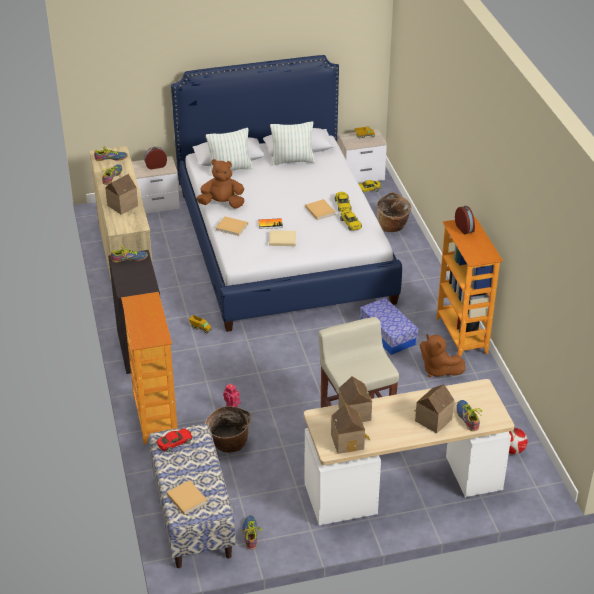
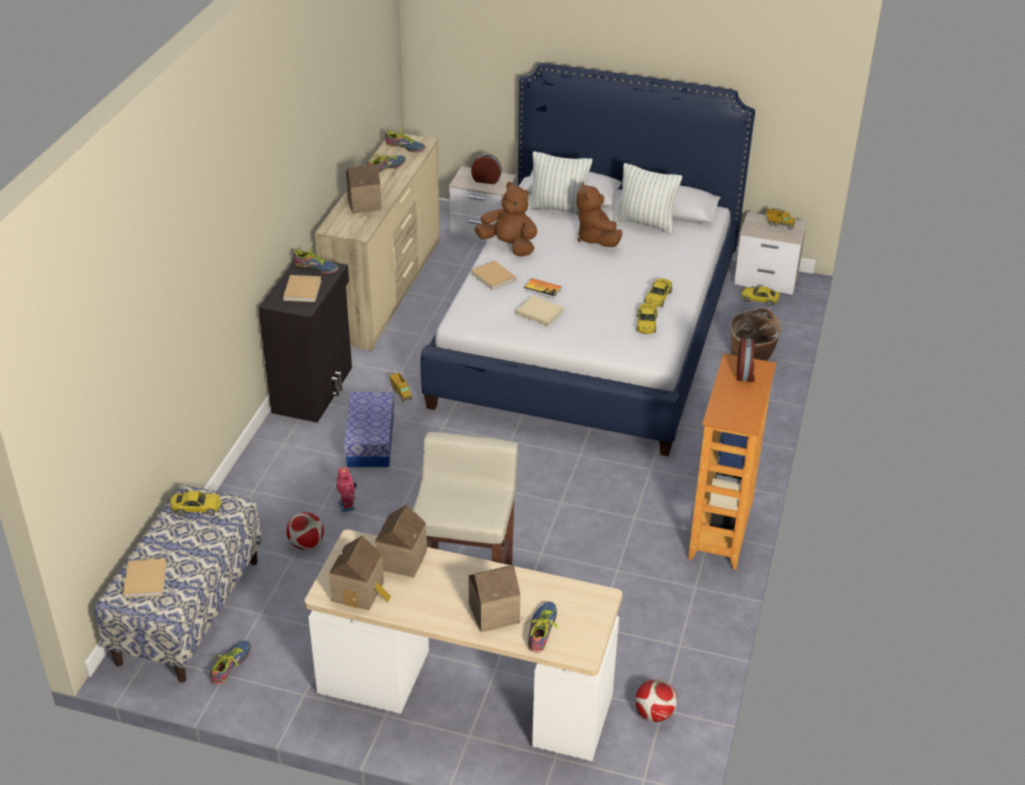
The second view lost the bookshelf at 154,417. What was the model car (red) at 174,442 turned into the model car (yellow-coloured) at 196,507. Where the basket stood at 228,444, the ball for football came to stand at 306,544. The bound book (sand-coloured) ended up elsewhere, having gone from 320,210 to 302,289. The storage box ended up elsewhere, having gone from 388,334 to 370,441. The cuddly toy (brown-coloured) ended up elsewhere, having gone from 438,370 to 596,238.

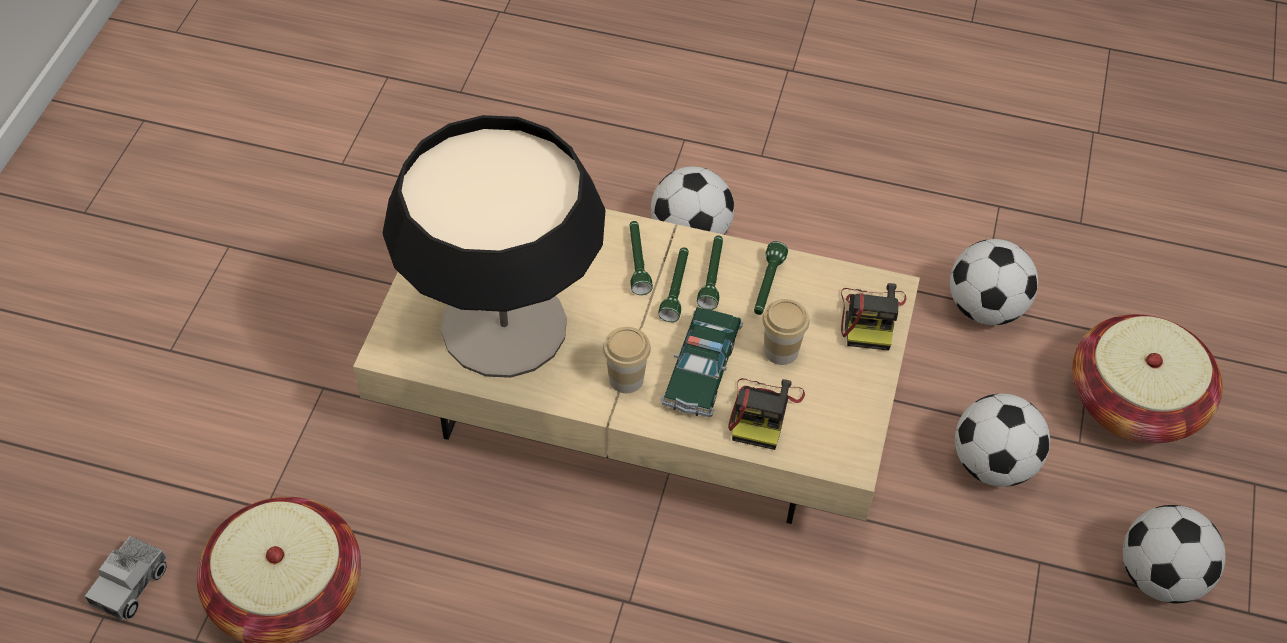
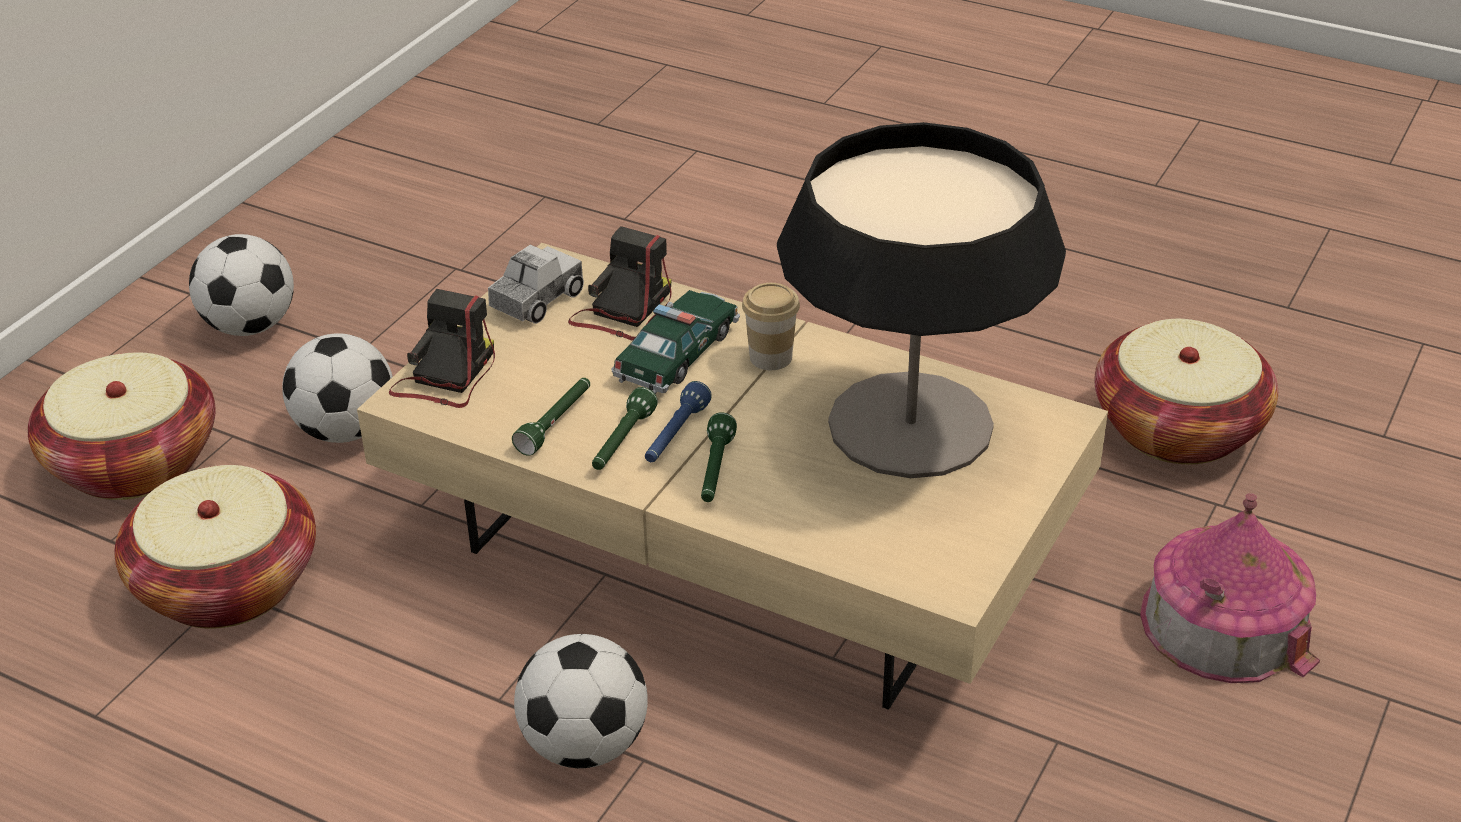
The toy truck ended up elsewhere, having gone from 130,584 to 537,300. What was the torch (greenish) at 676,289 turned into the torch (blue) at 675,435. The second view lost the cup at 781,351. Where the ball for football stood at 985,308, the basket came to stand at 227,584. The second view gained the model house at 1225,622.

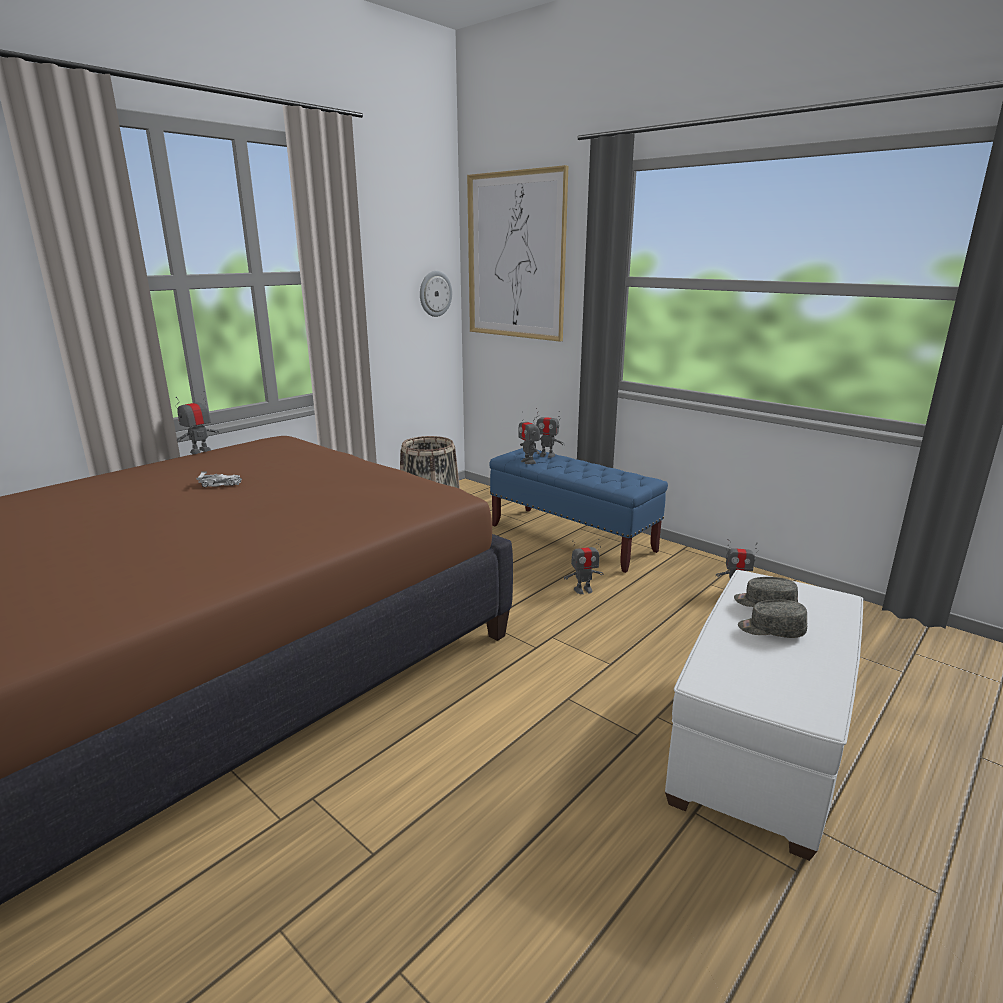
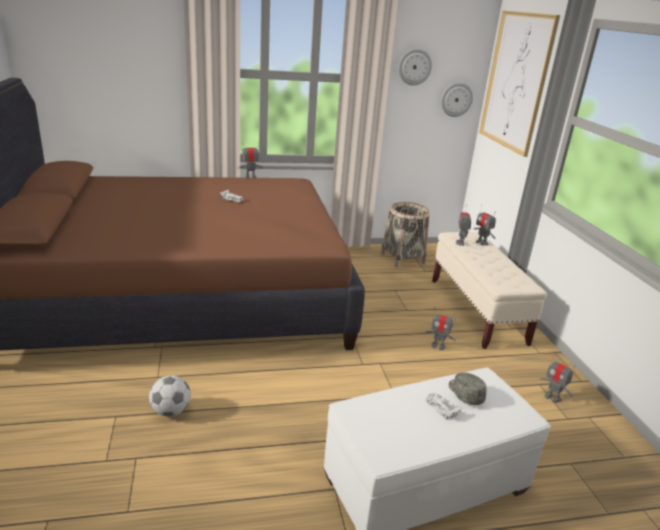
What was the long seat (blue) at 572,538 turned into the long seat (sand-coloured) at 476,311. Where the peaked cap (gray) stood at 771,630, the model car (white) came to stand at 441,408. The second view gained the ball for football at 171,411. The second view gained the clock on the wall at 414,67.

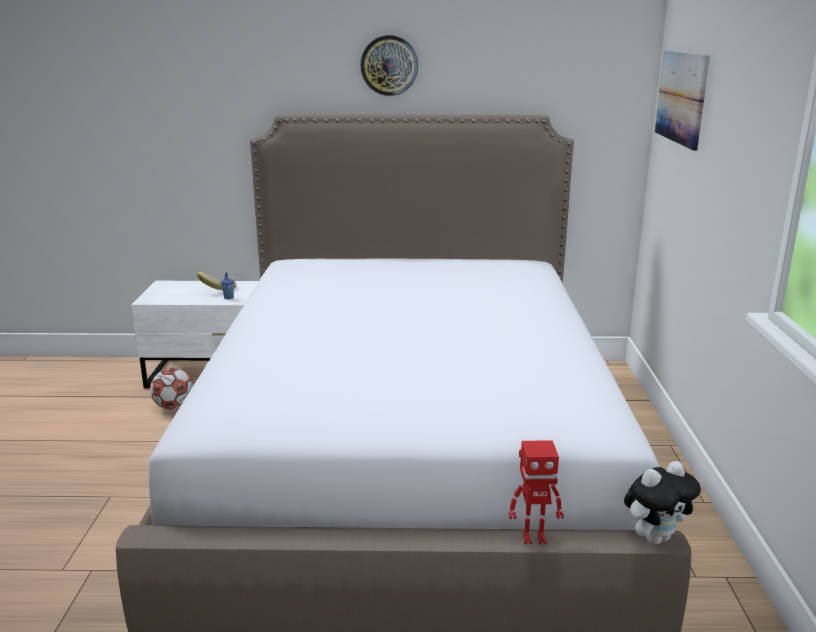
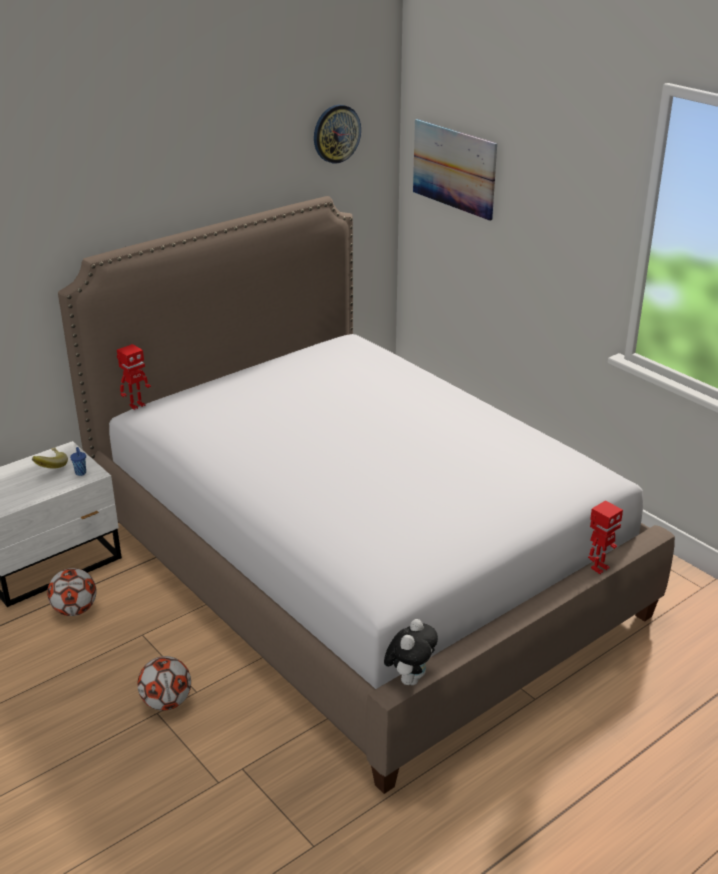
The clock on the wall ended up elsewhere, having gone from 389,65 to 336,133. The cuddly toy ended up elsewhere, having gone from 655,537 to 410,678. The second view gained the toy robot at 136,405. The second view gained the ball for football at 166,702.

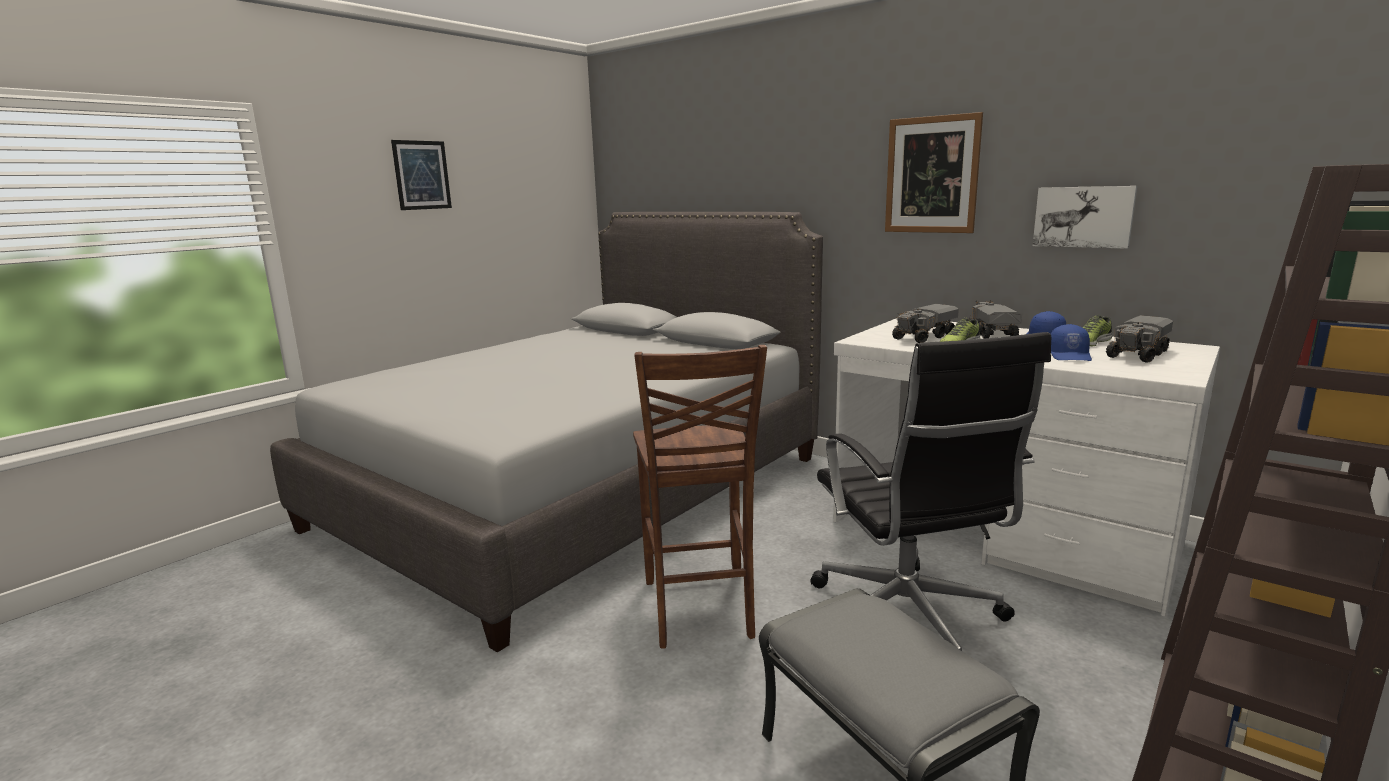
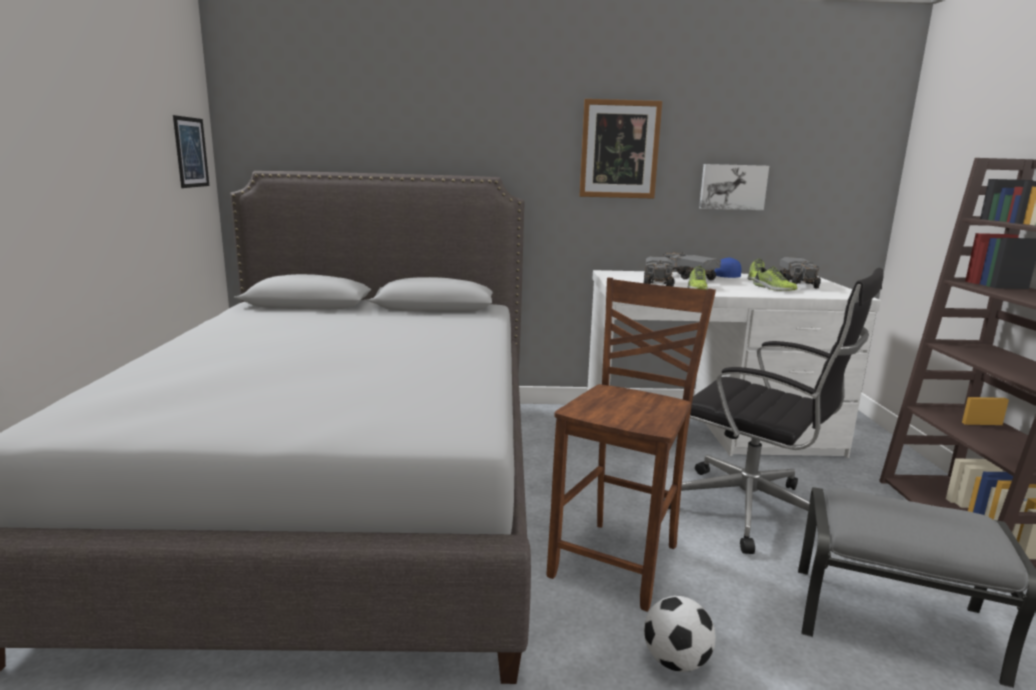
The picture ended up elsewhere, having gone from 422,175 to 191,152. The chair (brown-coloured) at 699,610 ended up facing another way, 105 degrees counterclockwise from before. Where the peaked cap (blue) stood at 1070,356, the low shoe came to stand at 773,288. The second view gained the ball for football at 676,661.

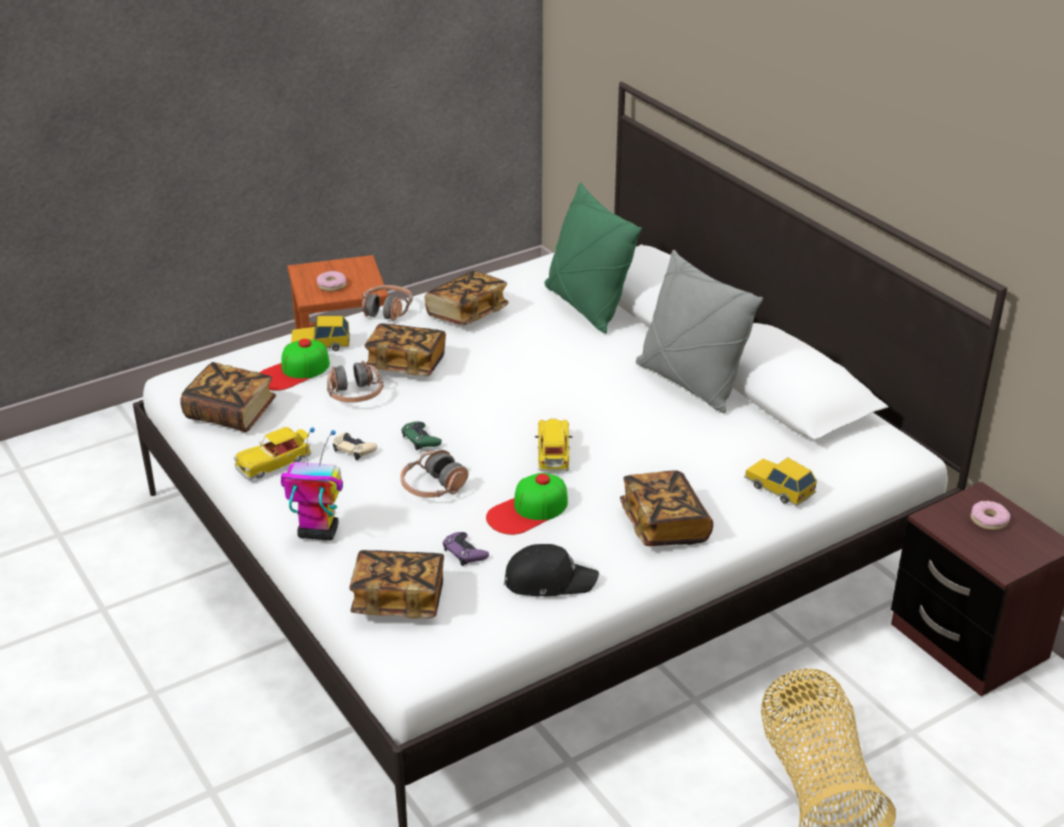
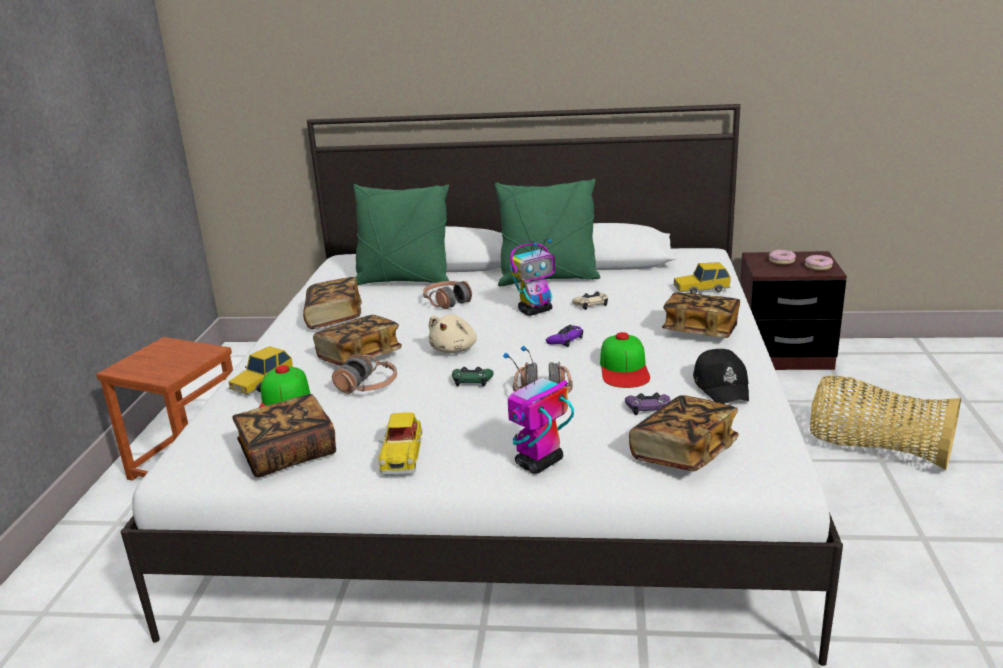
The doughnut ended up elsewhere, having gone from 332,285 to 818,267. The gamepad (sand-coloured) ended up elsewhere, having gone from 354,449 to 591,304. The pair of headphones ended up elsewhere, having gone from 386,310 to 448,301. The peaked cap (blackish) at 548,580 ended up facing another way, 135 degrees clockwise from before. Where the model car stood at 553,453, the gamepad (purple) came to stand at 565,340. What was the cushion (gray) at 689,383 turned into the cushion (greenish) at 548,279. The second view gained the cuddly toy (sand-coloured) at 454,349. The second view gained the toy robot at 535,311.

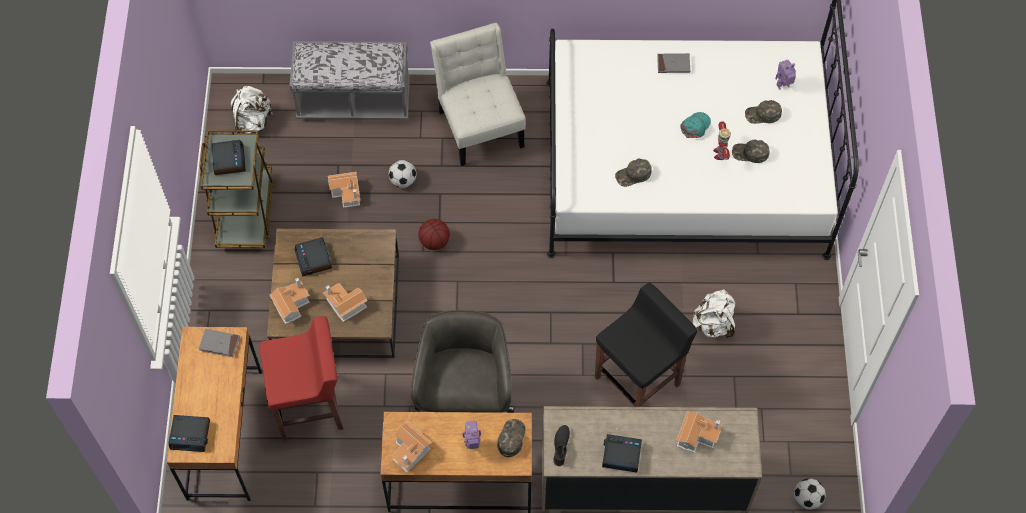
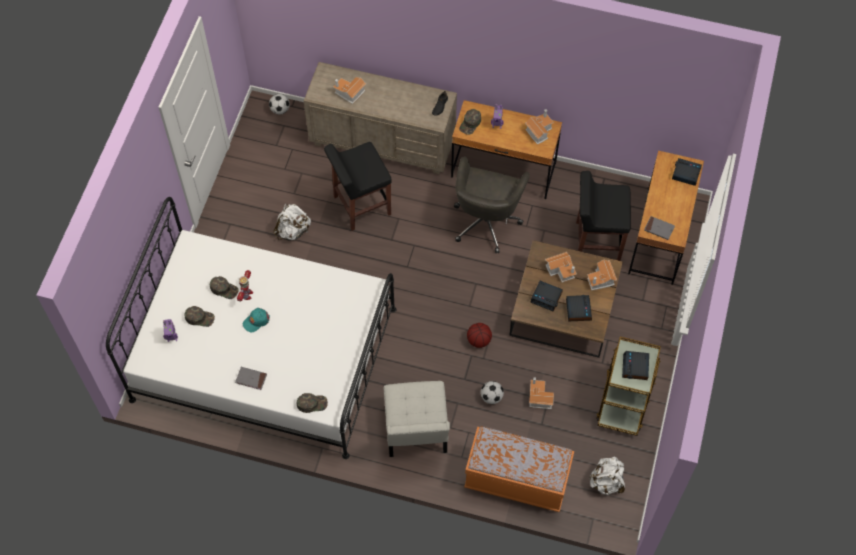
What was the stool (red) at 310,406 turned into the stool (blackish) at 596,241. What was the long seat (gray) at 354,101 turned into the long seat (orange-coloured) at 516,481. The bedside clock ended up elsewhere, having gone from 621,455 to 546,297. The peaked cap (greenish) ended up elsewhere, having gone from 633,175 to 312,403.

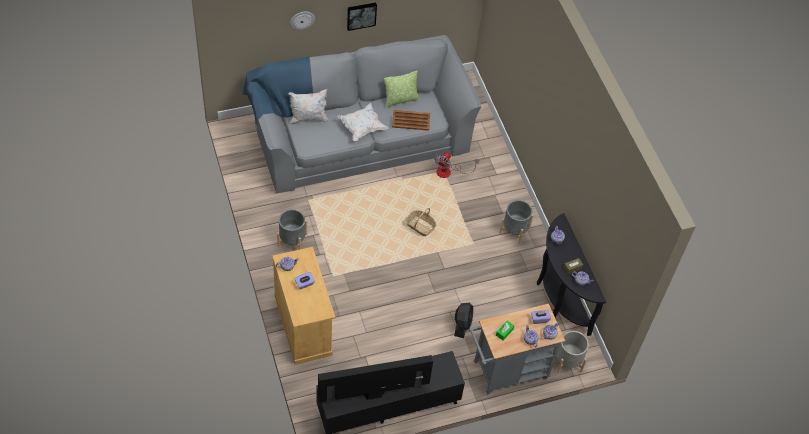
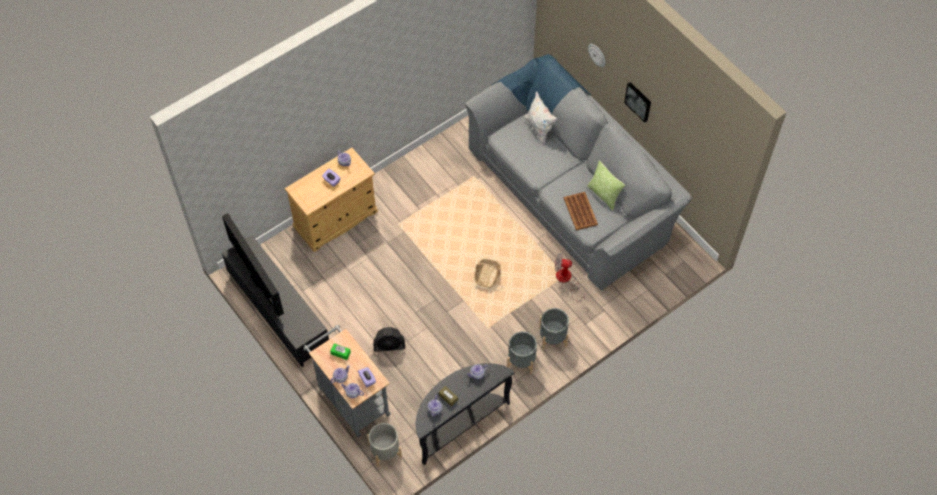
The plant pot (gray) ended up elsewhere, having gone from 292,240 to 552,337. The second view lost the cushion (white) at 362,128.

